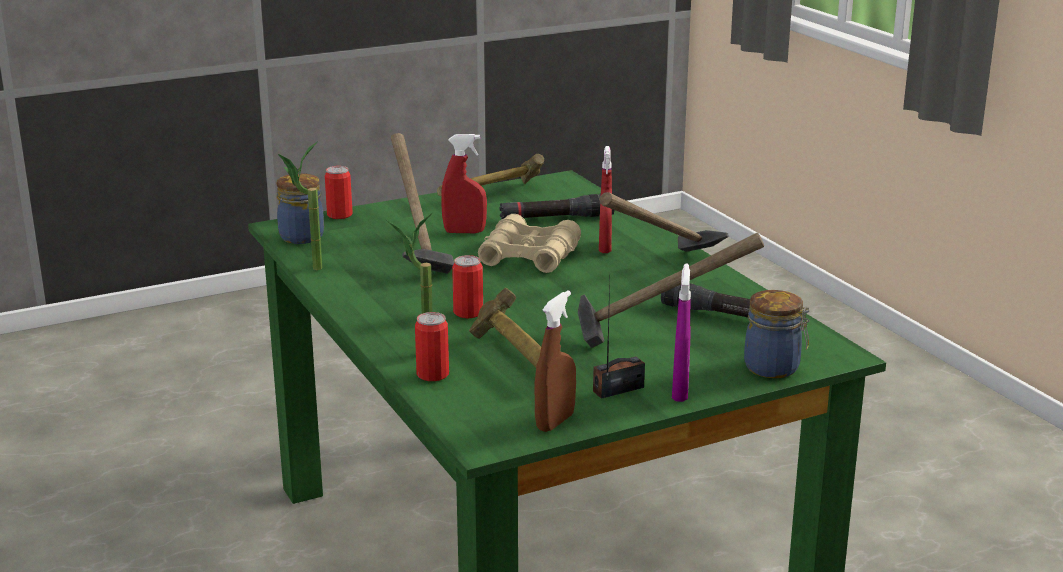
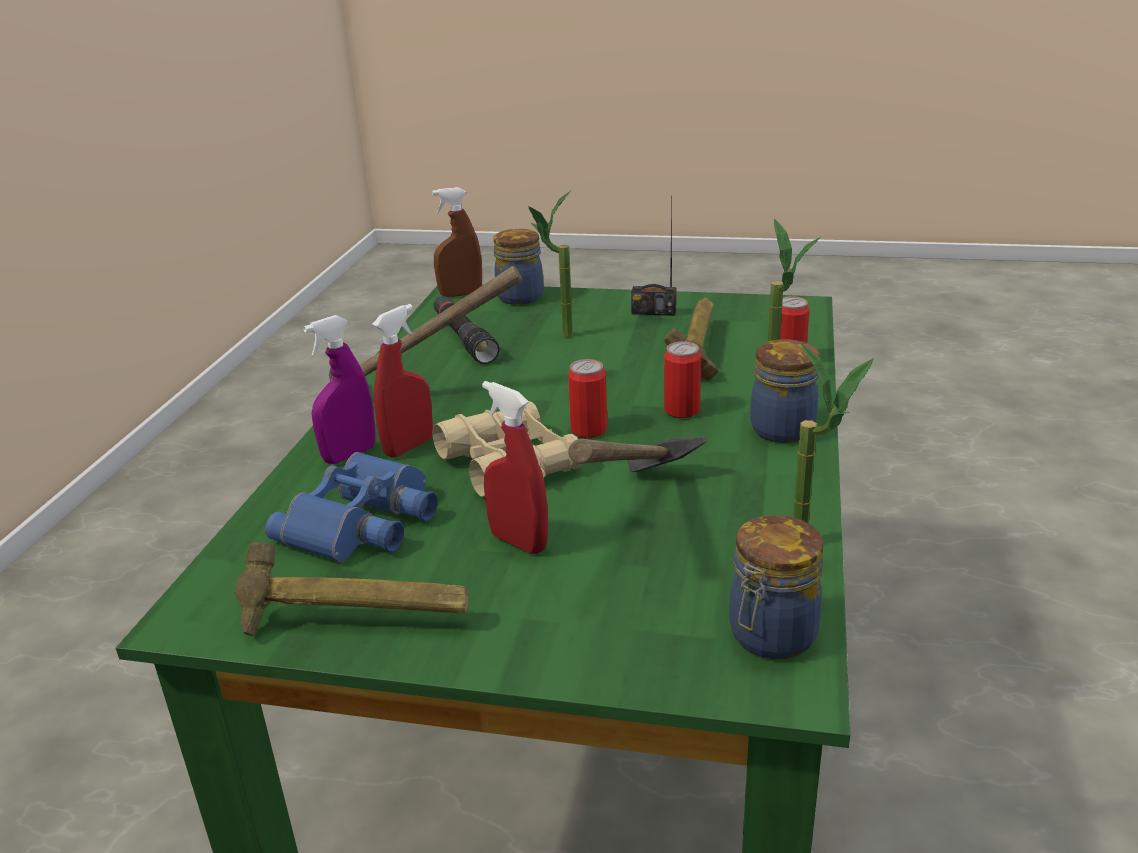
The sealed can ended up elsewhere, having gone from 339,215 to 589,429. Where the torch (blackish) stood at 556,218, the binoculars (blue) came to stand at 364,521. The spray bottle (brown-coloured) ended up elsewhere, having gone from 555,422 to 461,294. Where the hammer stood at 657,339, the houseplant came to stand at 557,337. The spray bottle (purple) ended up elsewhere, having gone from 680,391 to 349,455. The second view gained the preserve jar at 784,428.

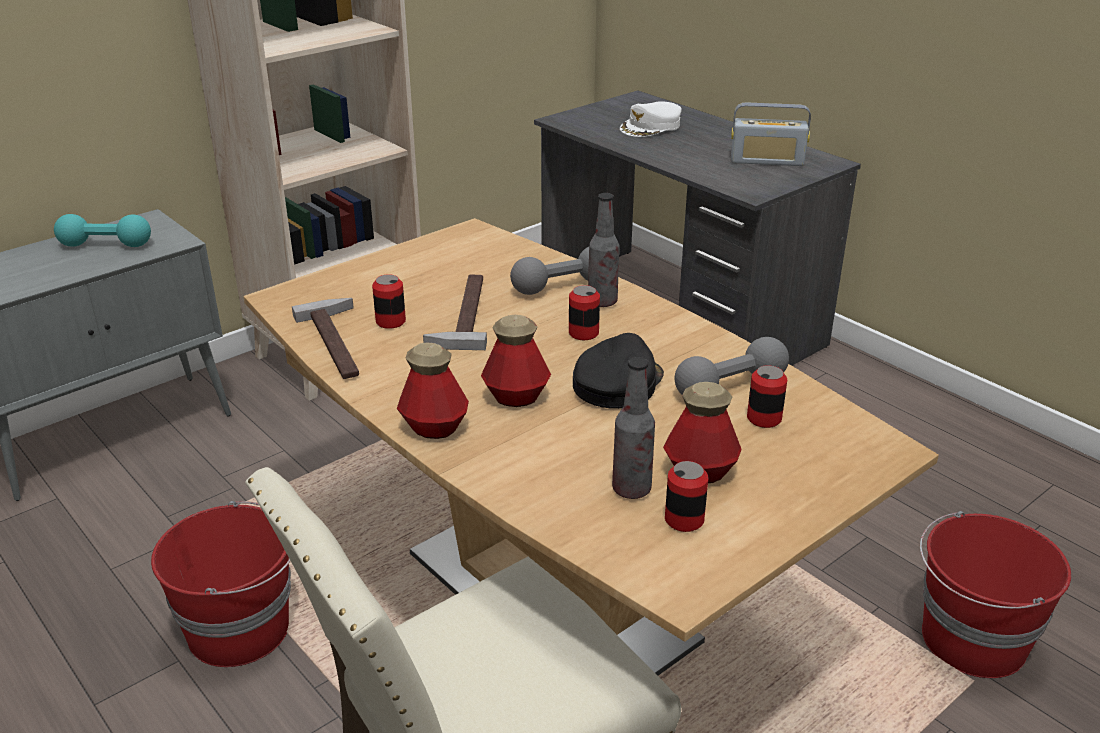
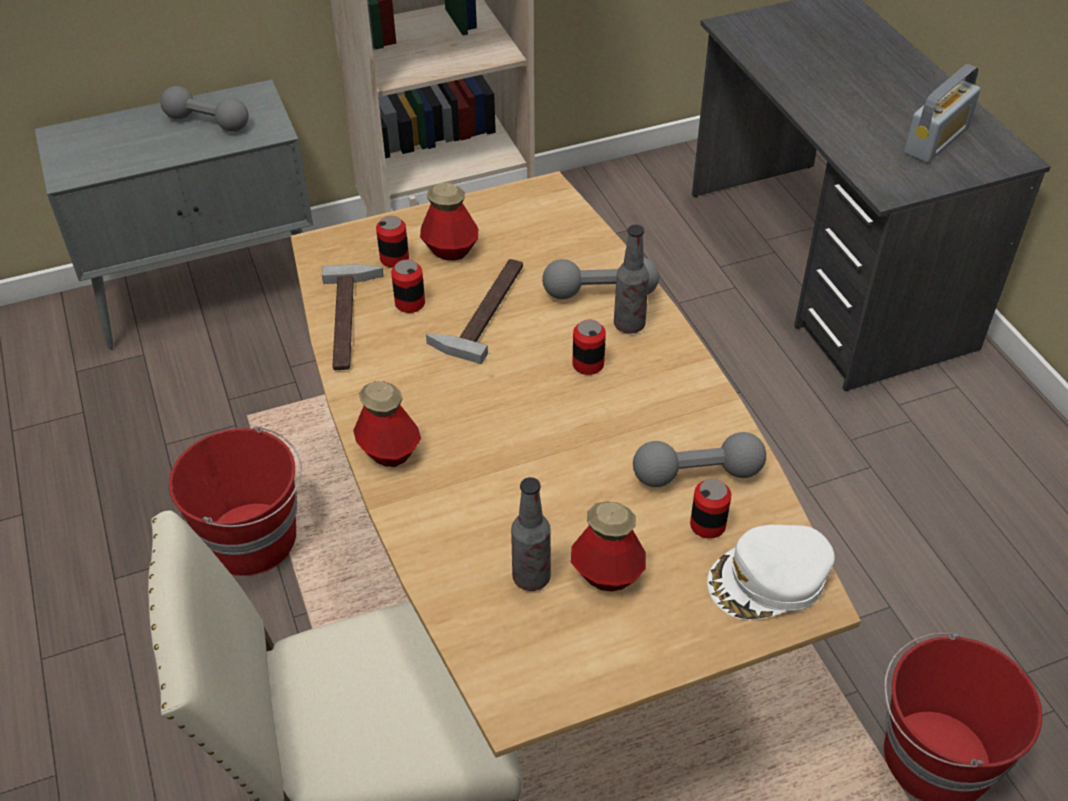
What was the free weight (turquoise) at 106,245 turned into the free weight (gray) at 207,122. The drink bottle ended up elsewhere, having gone from 516,397 to 450,250. The second view lost the peaked cap (blackish) at 617,383. The peaked cap (white) ended up elsewhere, having gone from 651,127 to 769,579. The sealed can ended up elsewhere, having gone from 684,520 to 394,259. The radio at 767,161 ended up facing another way, 75 degrees counterclockwise from before.

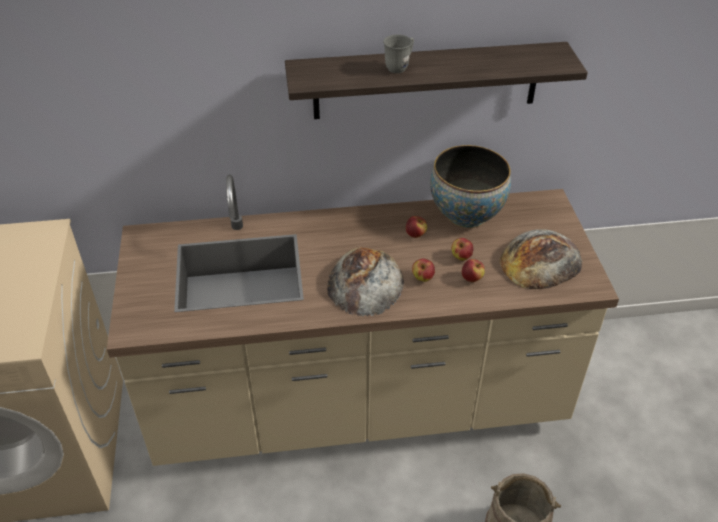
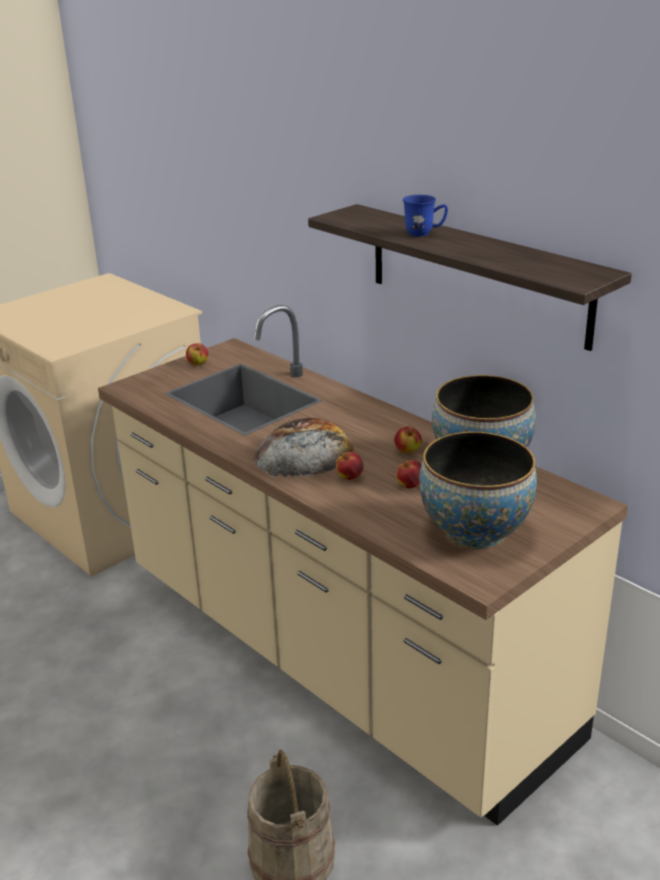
What was the mug (gray) at 400,66 turned into the mug (blue) at 424,233. The whole apple ended up elsewhere, having gone from 472,278 to 198,364. Where the bakery bread stood at 540,260, the serving bowl came to stand at 475,532.

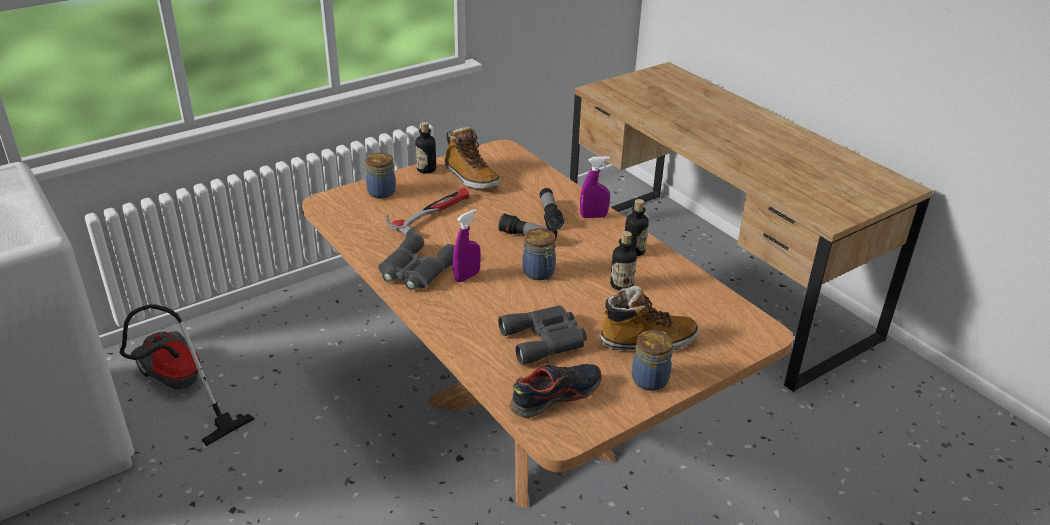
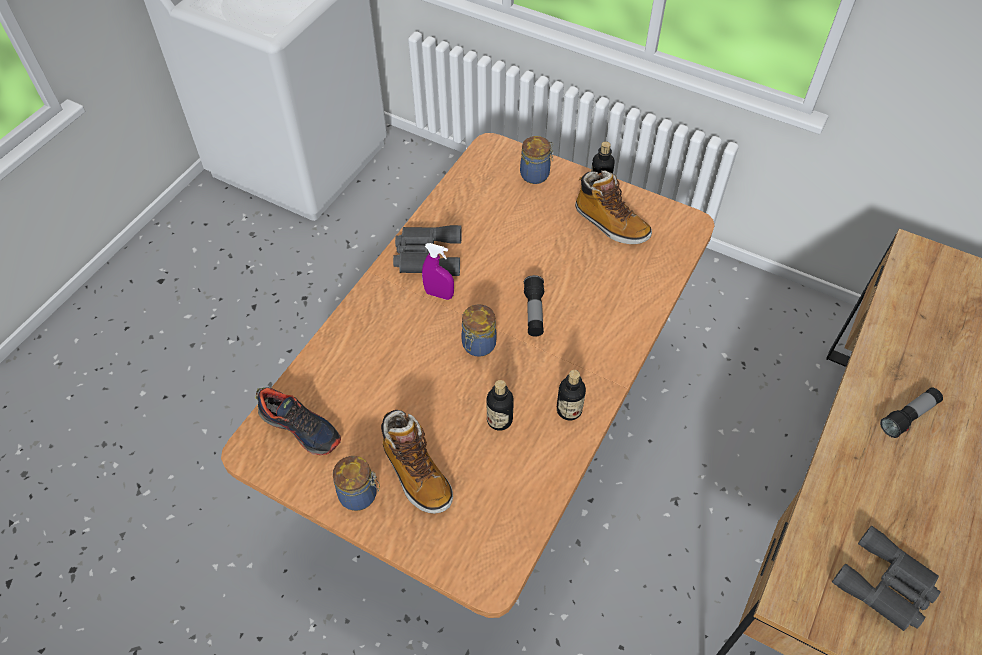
The second view lost the vacuum cleaner at 179,389. The second view lost the hammer at 430,213. The boot at 470,177 ended up facing another way, 75 degrees counterclockwise from before. The binoculars (gray) ended up elsewhere, having gone from 545,340 to 887,586. The torch ended up elsewhere, having gone from 550,215 to 908,416. The second view lost the spray bottle (purple) at 593,216.

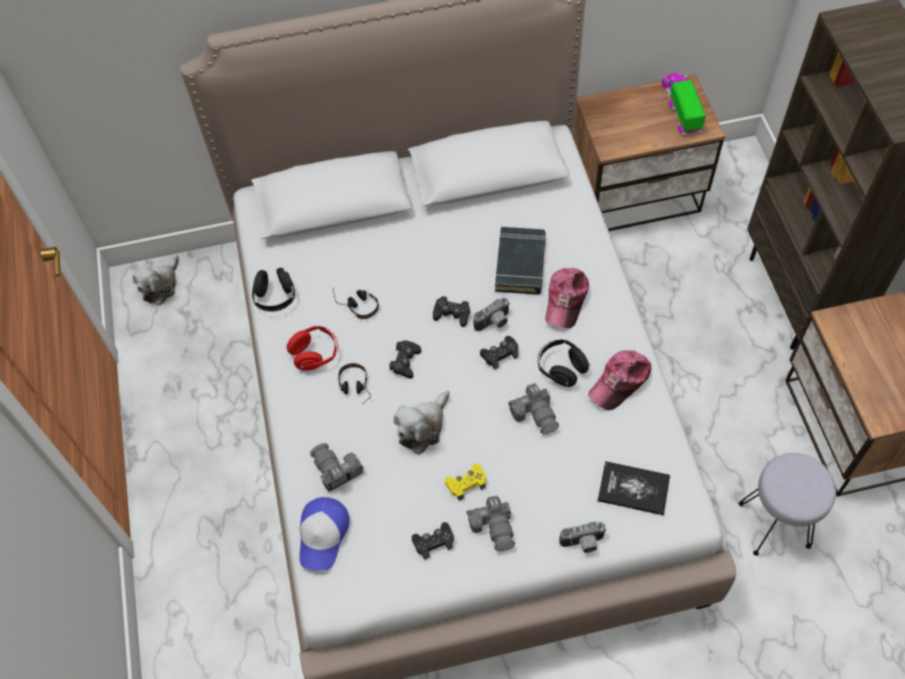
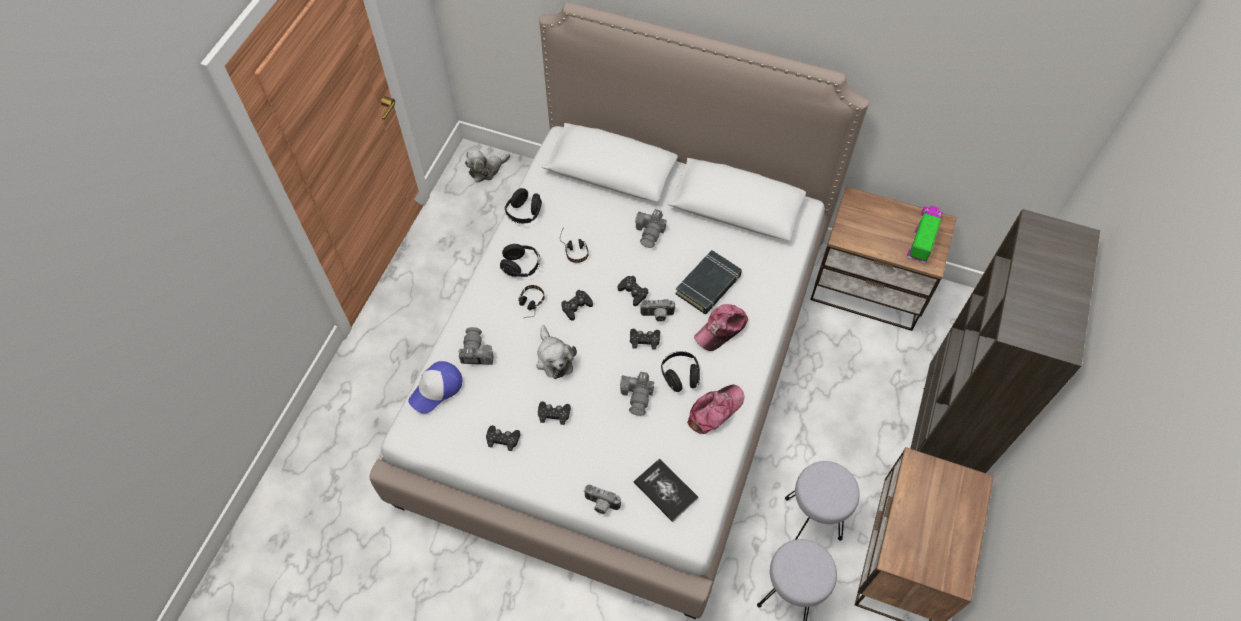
What was the pair of headphones (red) at 315,354 turned into the pair of headphones (blackish) at 521,267. The cuddly toy at 422,427 ended up facing another way, 90 degrees counterclockwise from before. What was the gamepad (yellow-coloured) at 466,483 turned into the gamepad (blackish) at 554,414. The still camera ended up elsewhere, having gone from 494,527 to 650,232. The peaked cap at 620,382 ended up facing another way, 150 degrees clockwise from before. The second view gained the stool (gray) at 812,519.

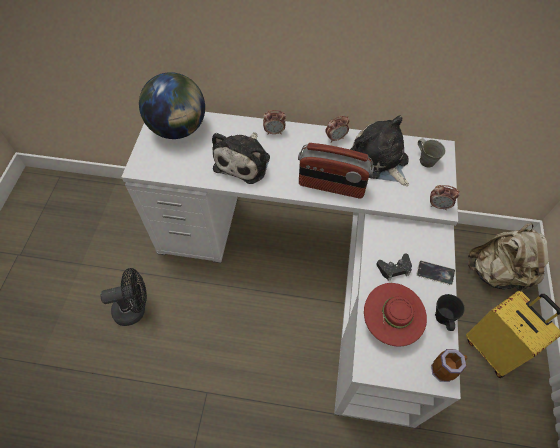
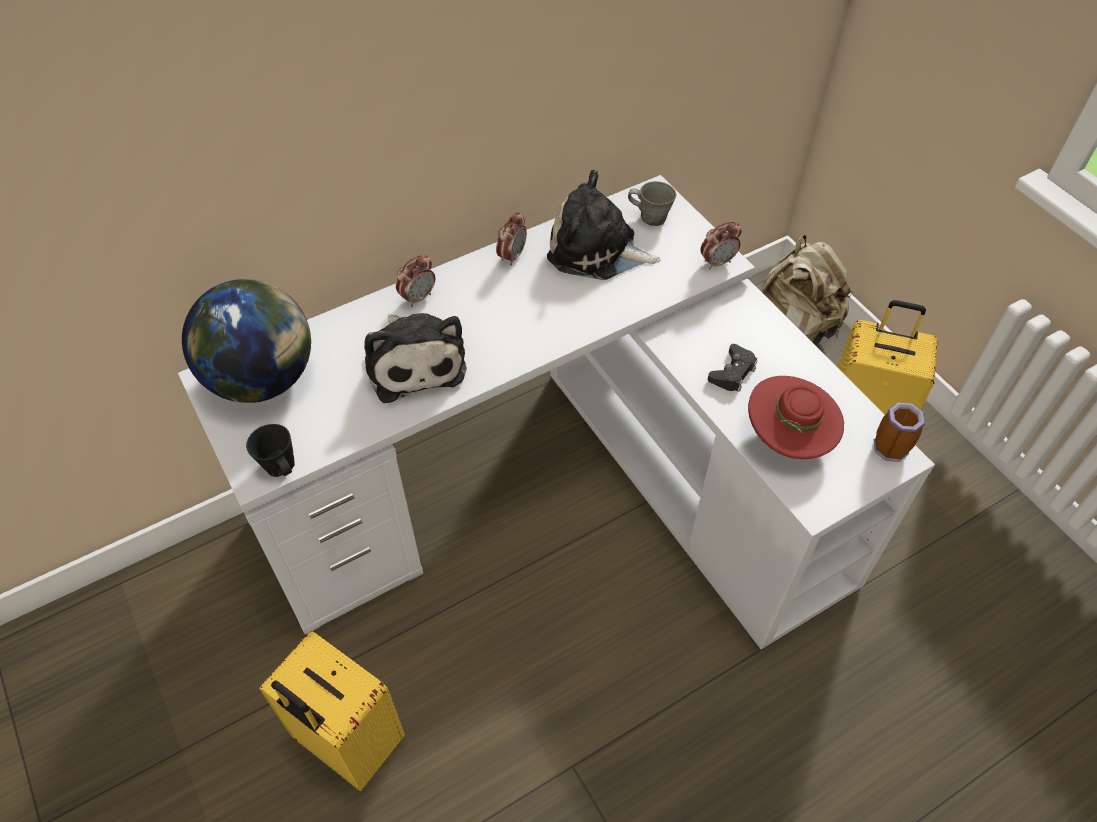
Where the fan (blackish) stood at 135,309, the suitcase (yellow-coloured) came to stand at 348,743. The second view lost the radio at 331,186. The second view lost the handset at 435,273. The mug (blackish) ended up elsewhere, having gone from 443,318 to 280,466.

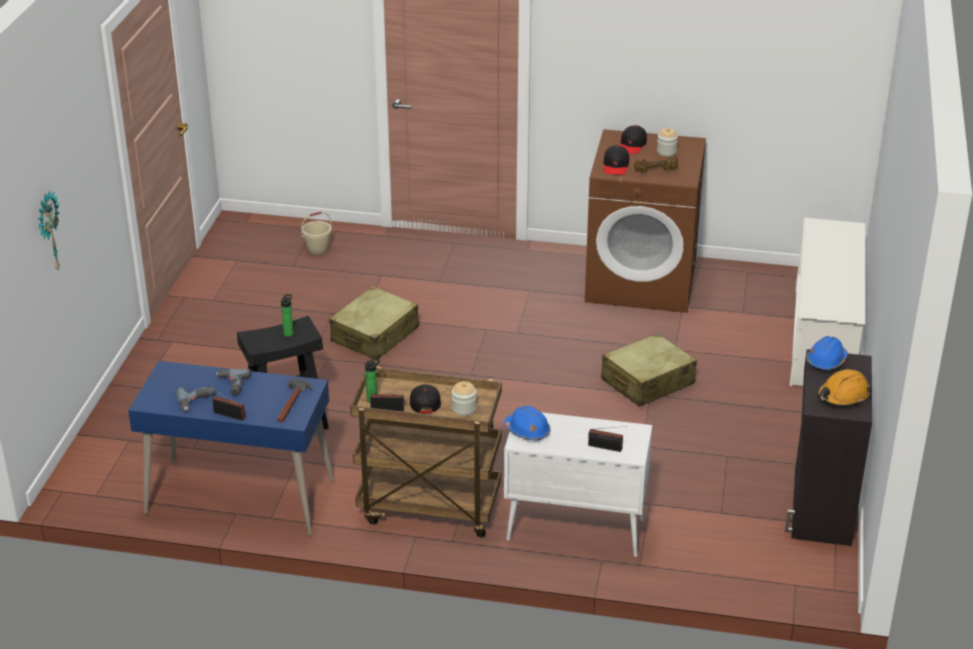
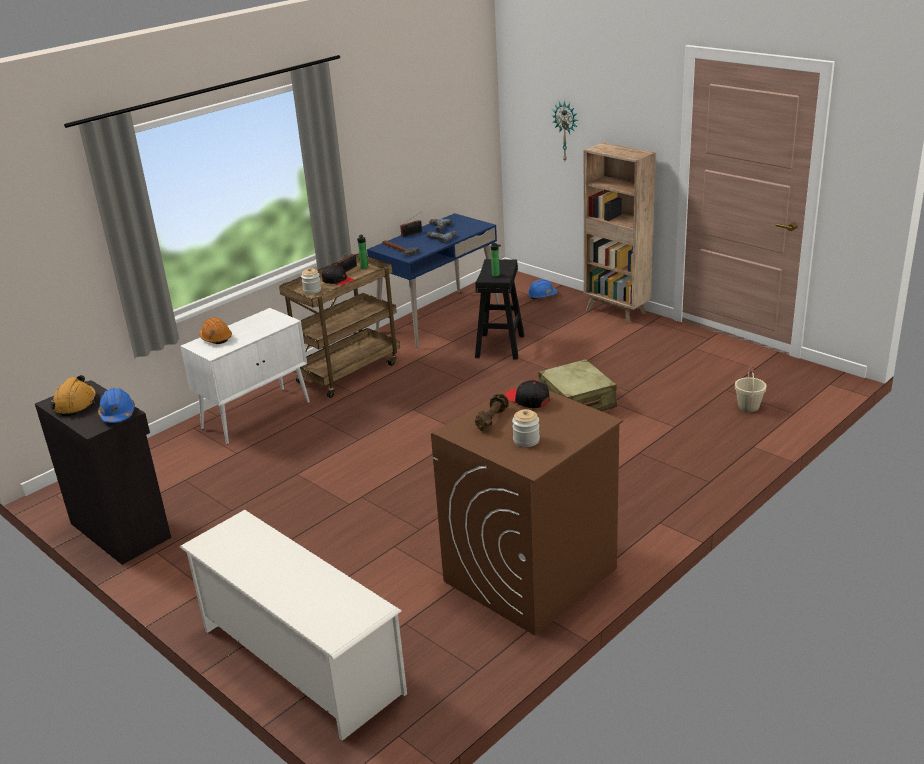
The hard hat (blue) ended up elsewhere, having gone from 527,431 to 542,296. Where the radio stood at 607,447, the hard hat (orange-coloured) came to stand at 216,338. The second view lost the suitcase (sand-coloured) at 647,382. The second view lost the peaked cap (blackish) at 632,145. The second view gained the bookshelf (brown-coloured) at 616,312.

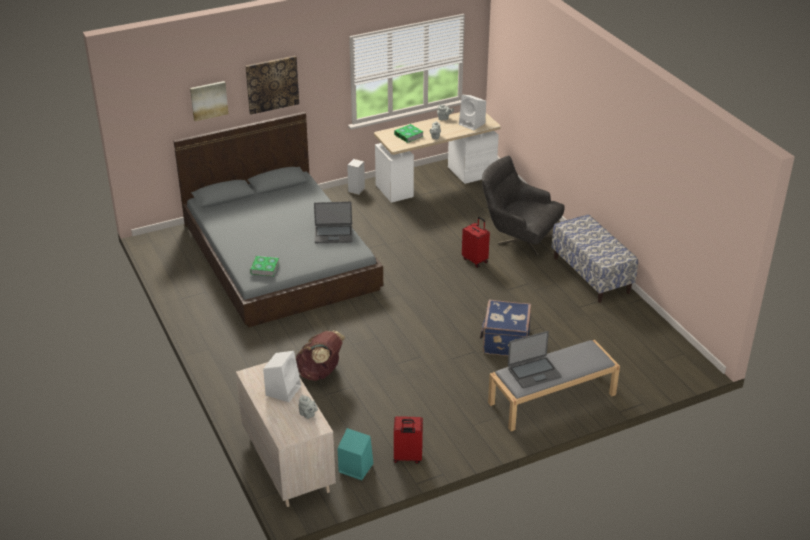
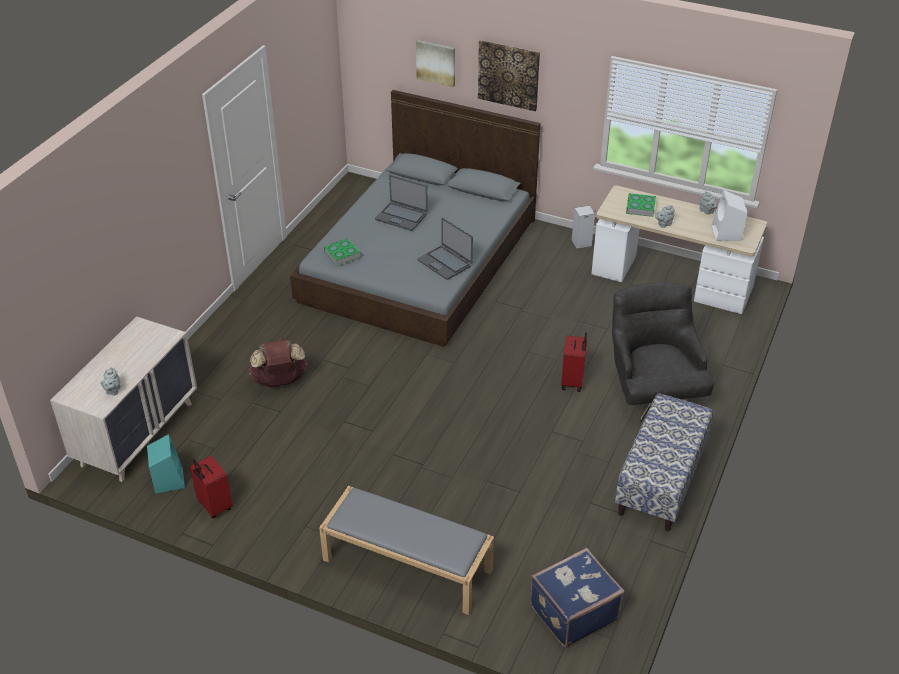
The second view lost the speaker (white) at 283,390. The suitcase (blue) ended up elsewhere, having gone from 504,341 to 572,611. The portable computer ended up elsewhere, having gone from 534,372 to 401,217.

